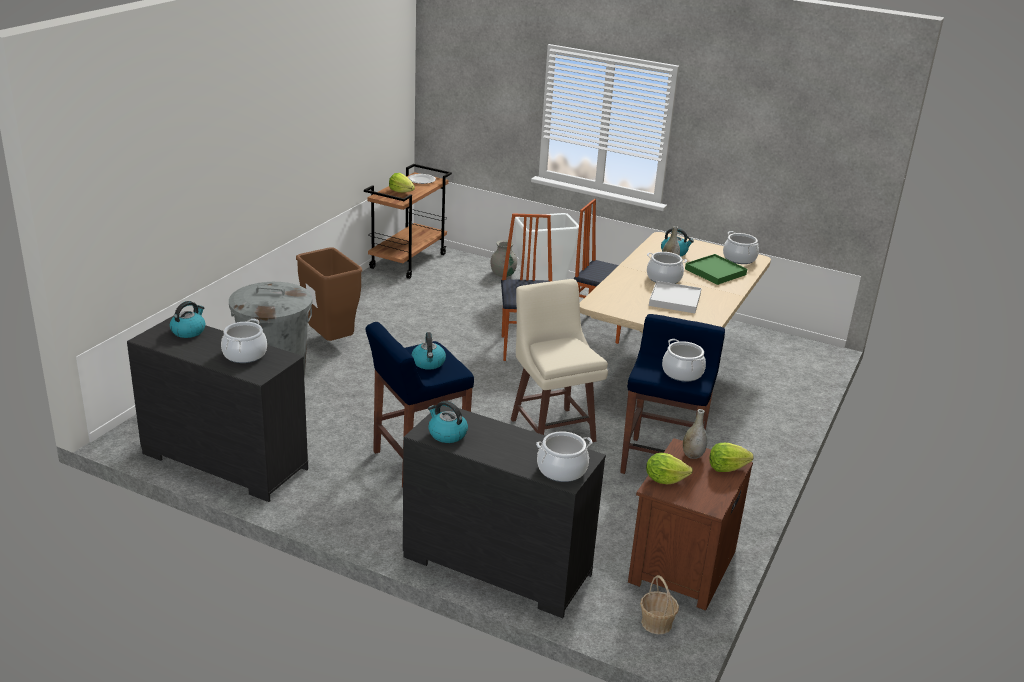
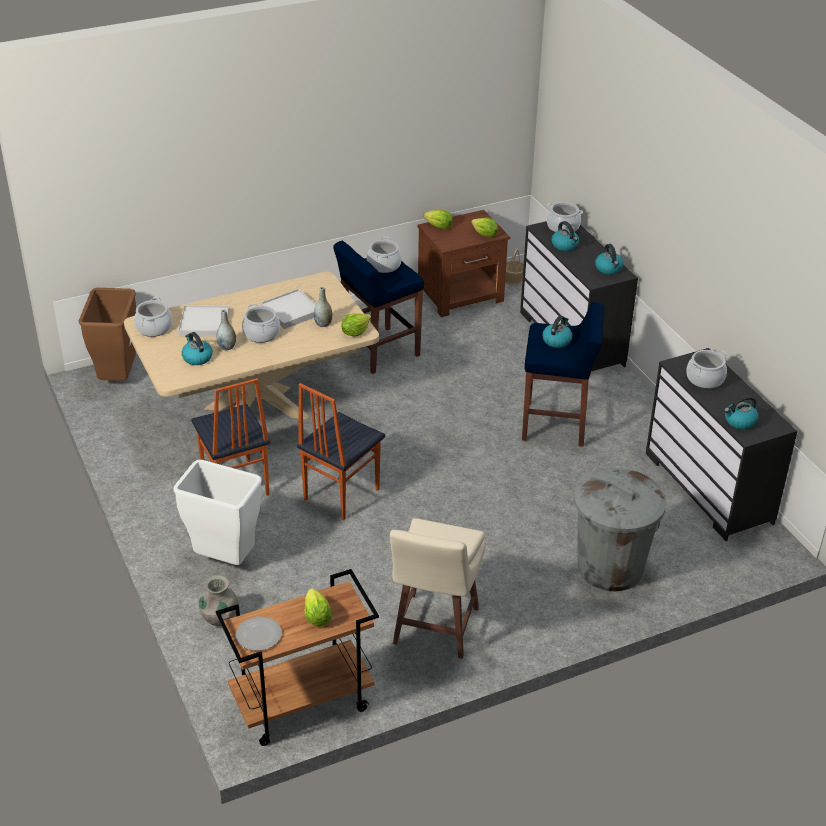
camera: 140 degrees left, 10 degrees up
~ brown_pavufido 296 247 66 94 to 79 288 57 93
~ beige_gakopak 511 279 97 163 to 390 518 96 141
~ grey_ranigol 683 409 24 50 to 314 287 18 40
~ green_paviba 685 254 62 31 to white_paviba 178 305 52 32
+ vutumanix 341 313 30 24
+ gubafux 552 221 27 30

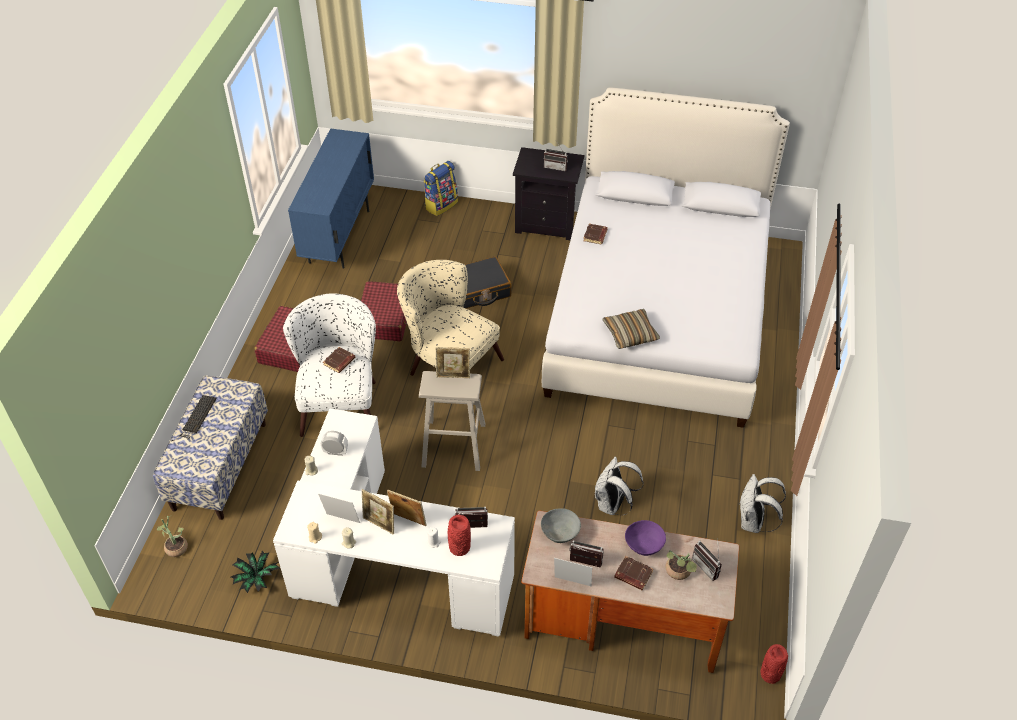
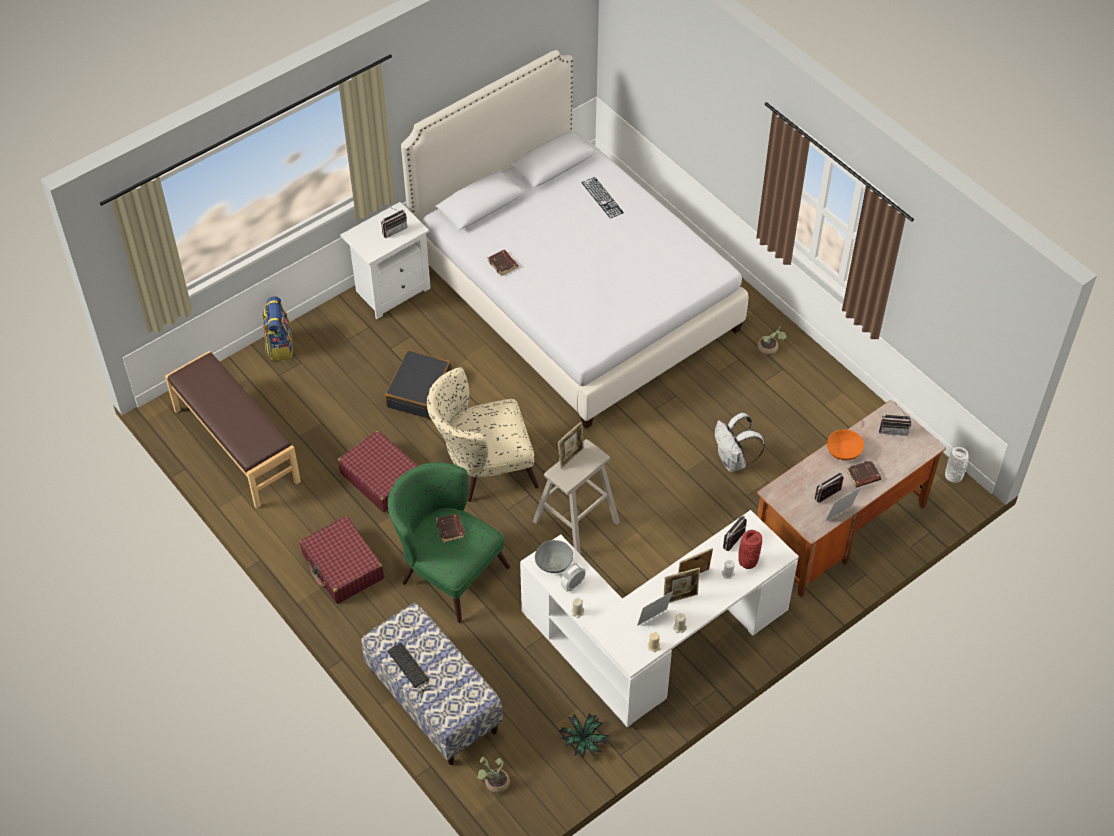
camera: 50 degrees left, 5 degrees up
~ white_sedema 283 293 93 144 to green_sedema 388 462 122 161
~ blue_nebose 288 128 86 141 to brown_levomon 165 351 136 158
~ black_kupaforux 513 147 71 93 to white_kupaforux 340 202 91 117
~ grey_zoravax 541 508 40 35 to 535 540 38 33
- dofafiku 602 309 58 40
~ purple_zoravax 625 520 41 36 to orange_zoravax 827 430 37 30
~ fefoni 666 550 31 30 to 757 327 30 28
- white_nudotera 739 474 47 59
~ red_ranigol 760 644 28 40 to white_ranigol 945 447 24 36
+ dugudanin 581 177 43 42

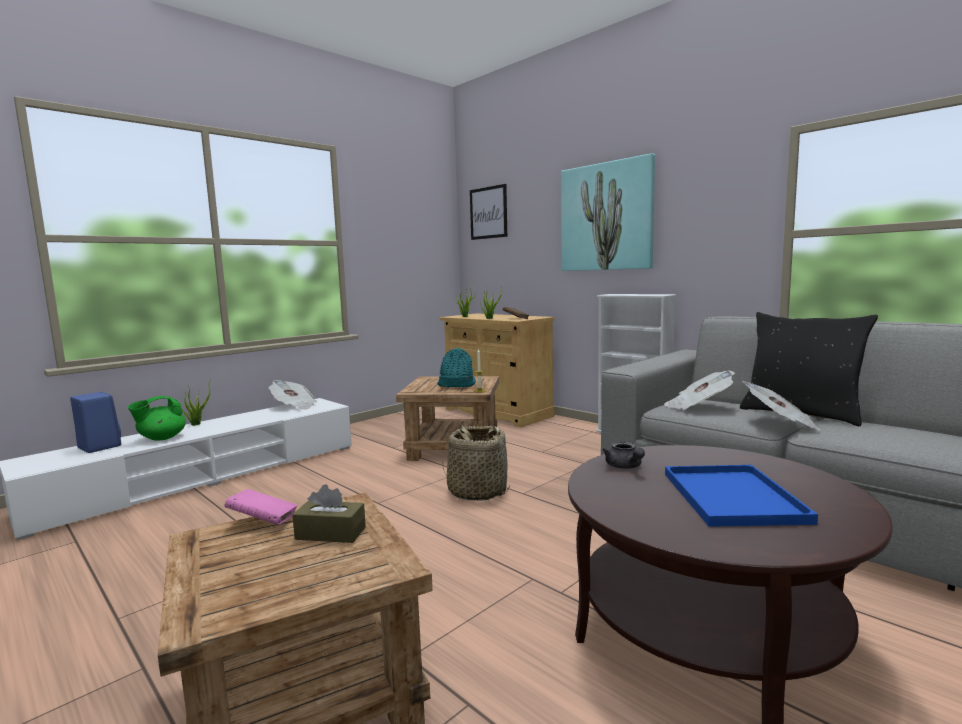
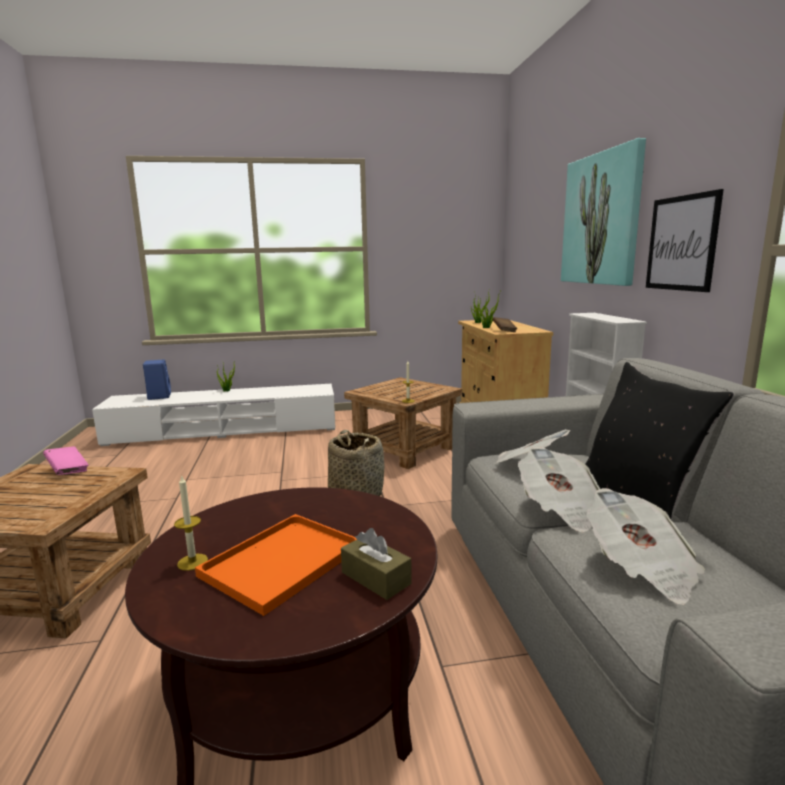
camera: 35 degrees right, 5 degrees up
- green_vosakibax 128 396 58 44
~ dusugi 269 380 48 30 to 587 488 118 117
~ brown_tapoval 292 484 74 59 to 341 528 71 72
- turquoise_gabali 437 348 39 39
~ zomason 470 184 37 56 to 646 189 78 103
- grey_vosakibax 602 442 43 27
~ blue_paviba 665 465 153 62 to orange_paviba 195 514 162 102
+ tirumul 174 475 34 96

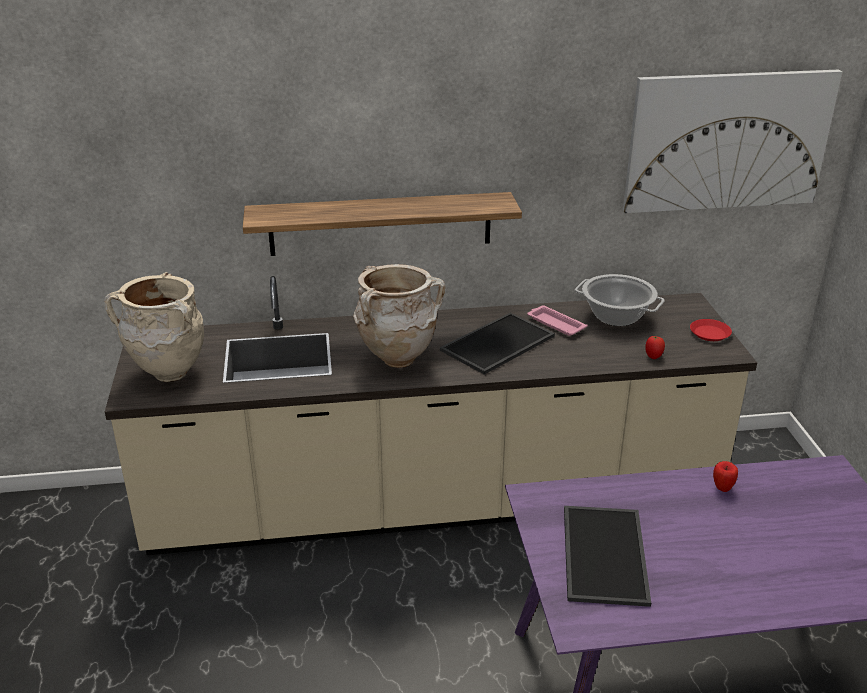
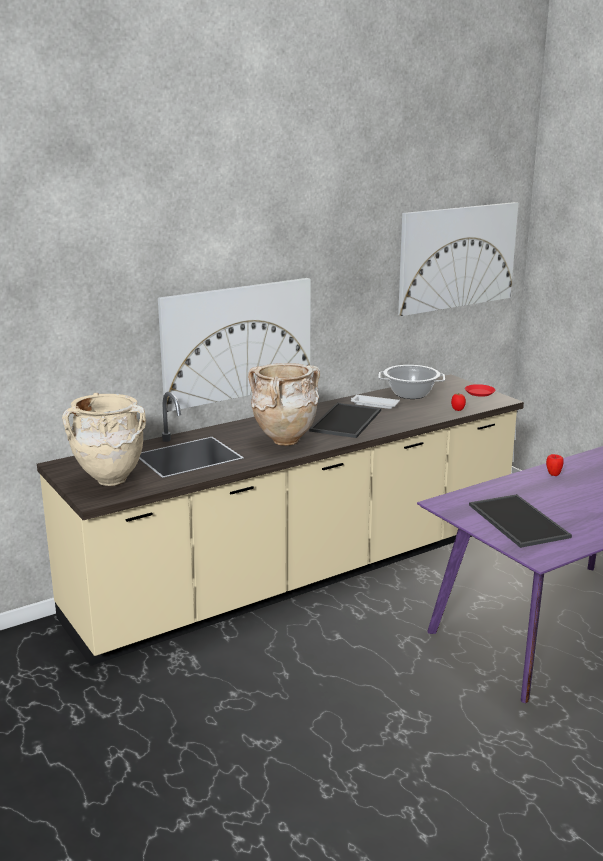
camera: 25 degrees left, 10 degrees down
~ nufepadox 243 192 279 64 to zomason 158 278 153 134
~ pink_paviba 527 305 60 31 to white_paviba 351 395 49 14

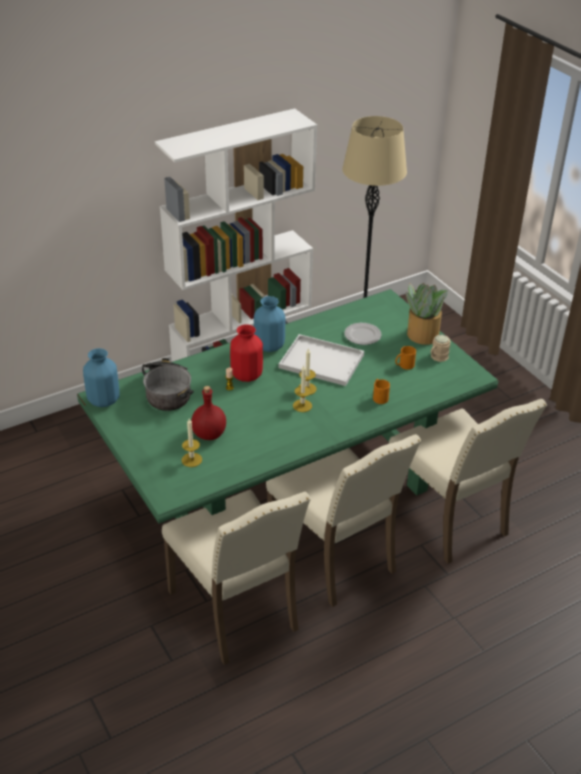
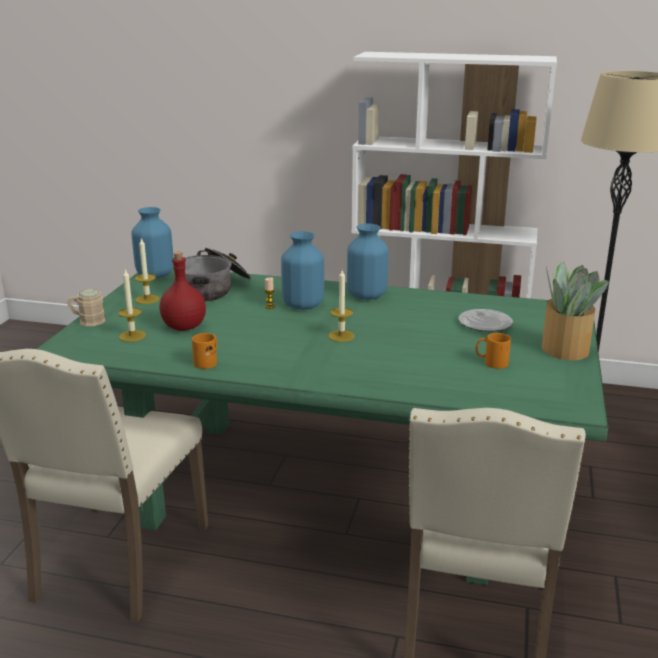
camera: 45 degrees right, 15 degrees down
~ red_ranigol 230 324 33 58 to blue_ranigol 281 231 43 79
- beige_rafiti 266 434 156 173
- white_paviba 279 334 85 52
~ tirumul 293 365 19 47 to 135 238 25 66
~ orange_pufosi 373 379 17 25 to 192 333 25 36
~ beige_pufosi 430 335 20 27 to 67 289 38 37

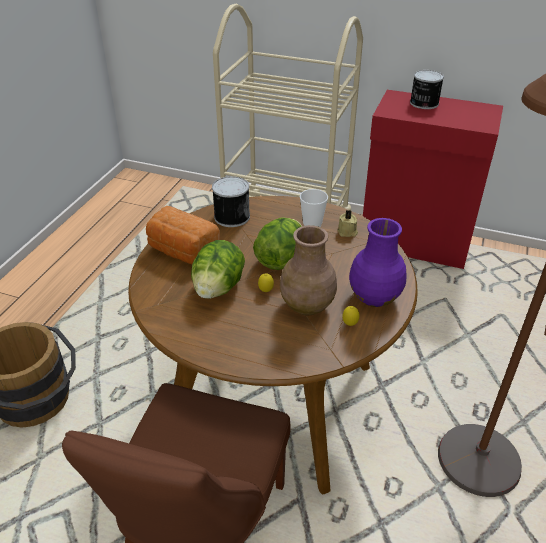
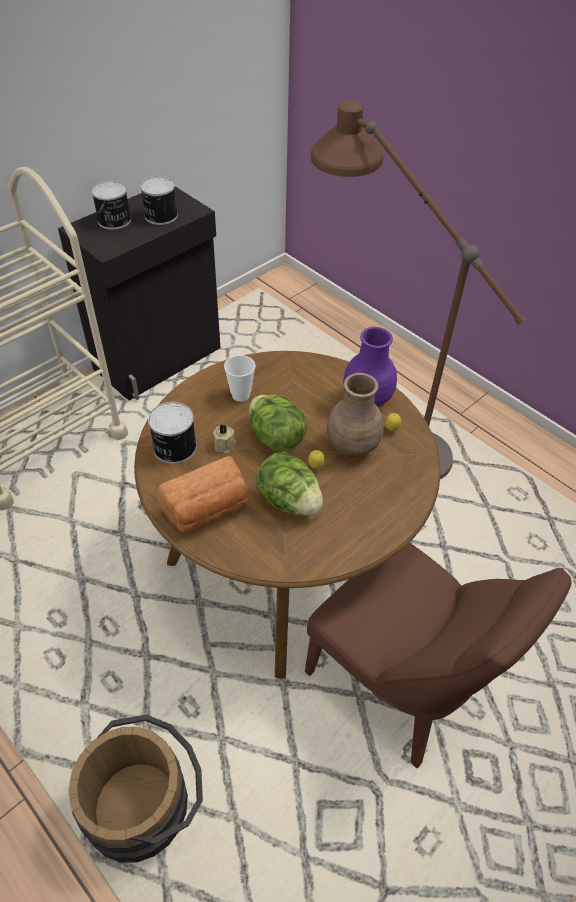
camera: 65 degrees left, 10 degrees up
~ beige_tirumul 337 210 21 27 to 213 424 24 30
~ red_nebose 363 90 140 179 to black_nebose 58 186 162 215
+ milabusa 140 177 38 48

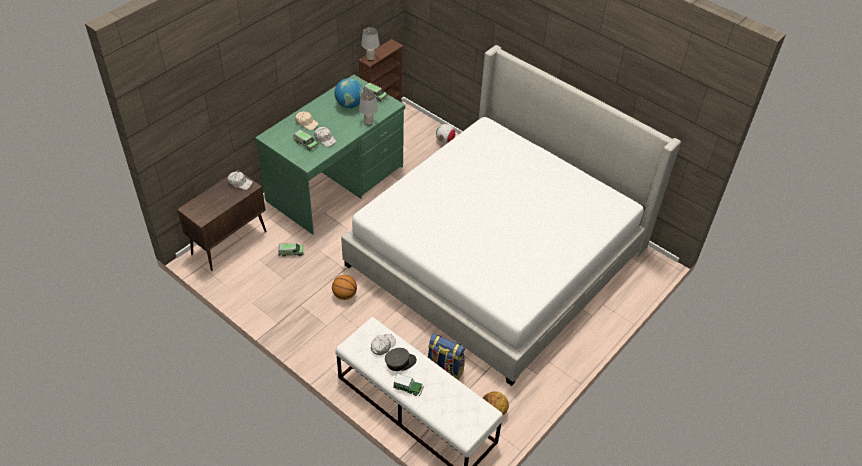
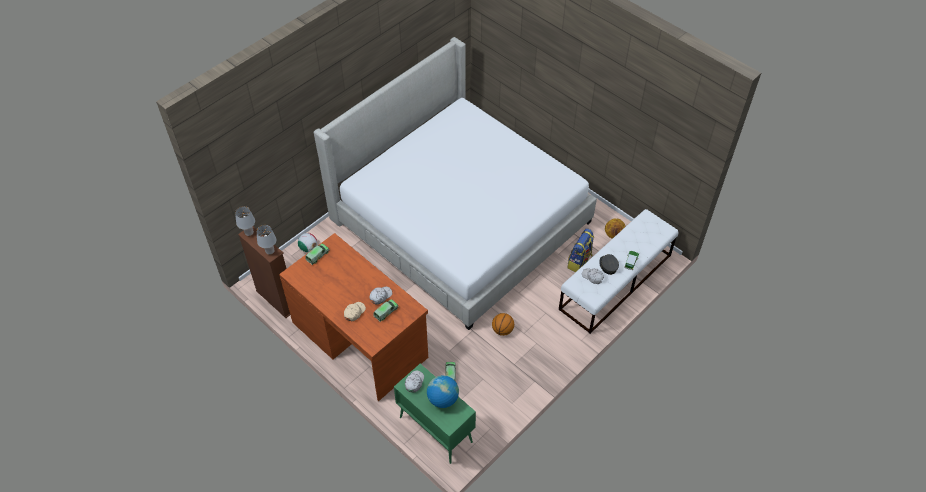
camera: 85 degrees left, 5 degrees up
~ brown_nebose 177 170 90 101 to green_nebose 394 364 82 100
~ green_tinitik 255 75 150 160 to brown_tinitik 279 233 149 168
~ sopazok 334 78 30 30 to 427 375 32 33
~ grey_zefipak 359 91 19 34 to 235 206 20 30

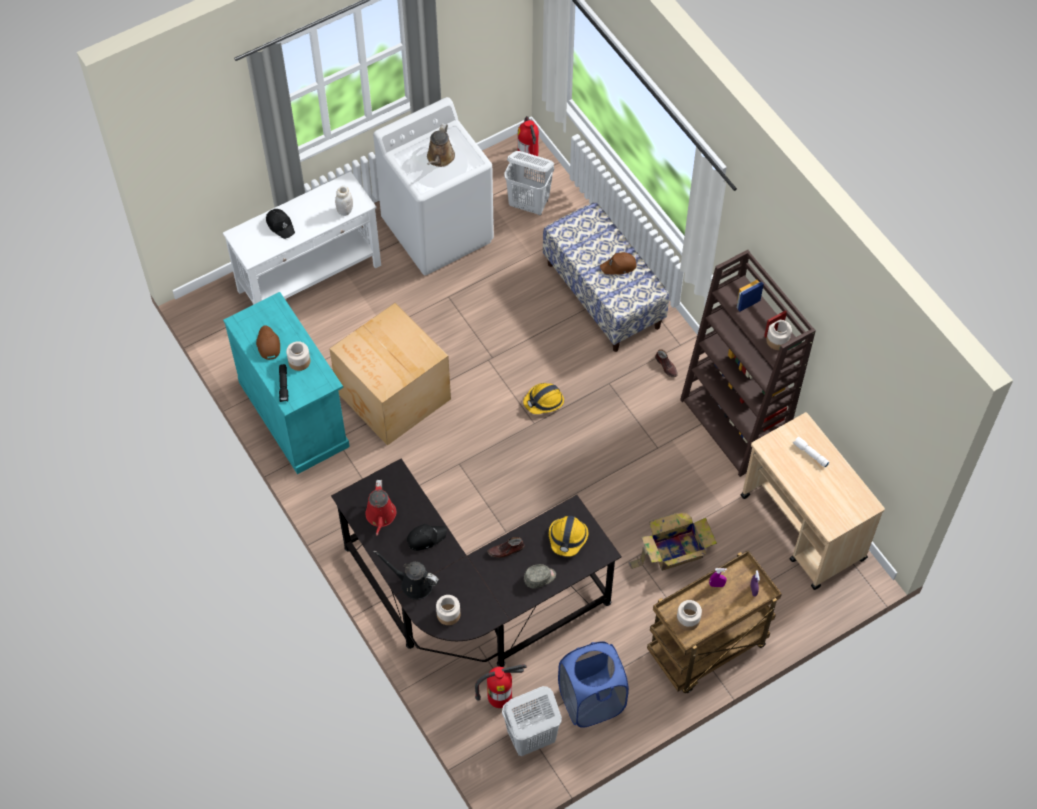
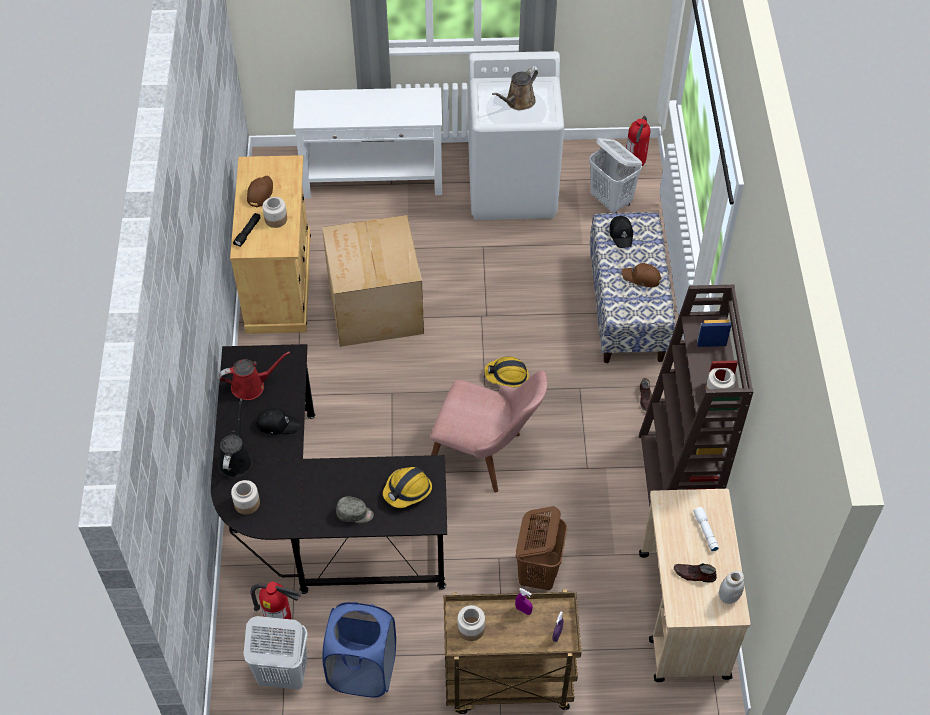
camera: 30 degrees right, 5 degrees down
~ turquoise_nebose 223 292 127 182 to beige_nebose 230 155 81 179
~ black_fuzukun 266 209 29 30 to 610 216 23 32
~ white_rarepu 335 186 18 30 to 719 571 25 33
~ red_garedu 365 480 31 56 = 219 351 71 49 135 degrees counterclockwise
~ black_garedu 373 550 66 50 = 218 399 35 79 45 degrees clockwise
~ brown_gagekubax 488 537 36 21 to 674 563 43 20
~ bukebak 628 512 89 59 to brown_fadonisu 516 506 51 84
+ pink_rafiti 430 370 118 122

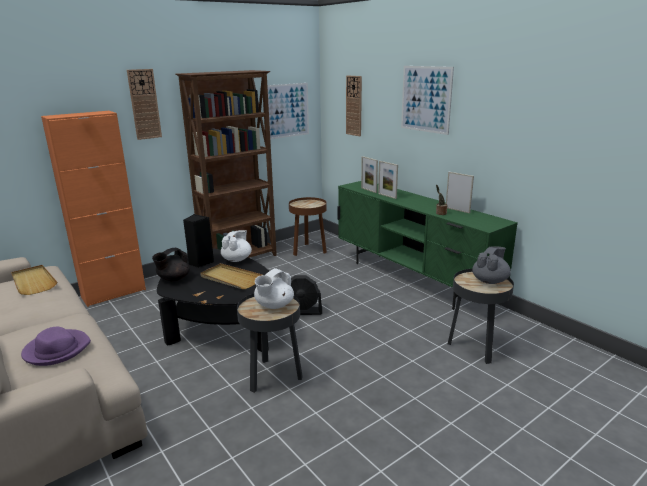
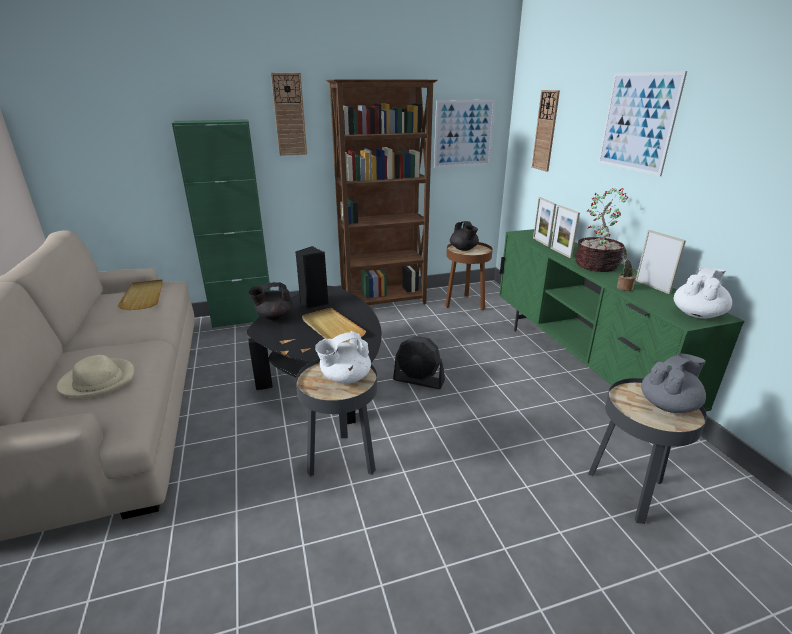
camera: 20 degrees right, 5 degrees up
~ purple_gabali 21 327 70 39 to beige_gabali 57 355 77 44
~ orange_nebose 41 111 105 196 to green_nebose 172 119 99 209
~ white_vosakibax 221 230 31 32 to 674 268 58 51
+ black_vosakibax 450 221 29 30
+ fefoni 575 188 53 84

